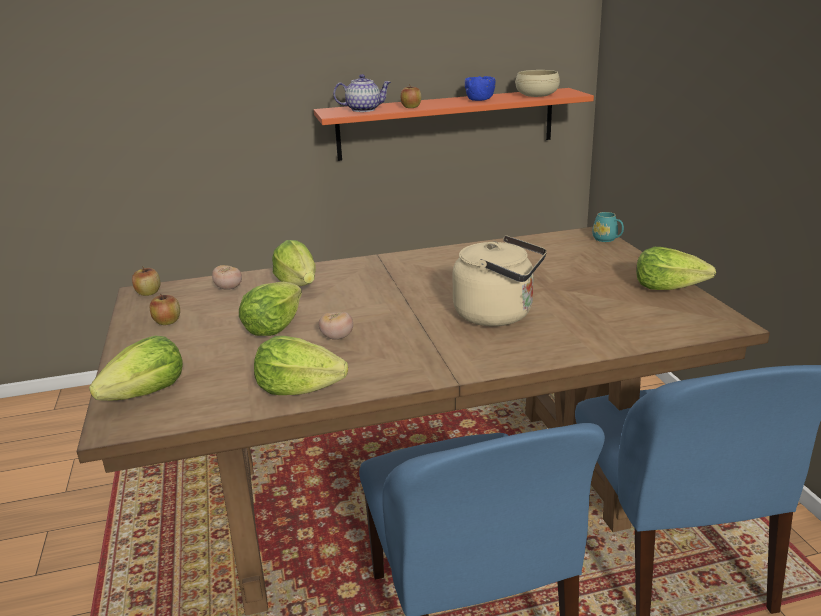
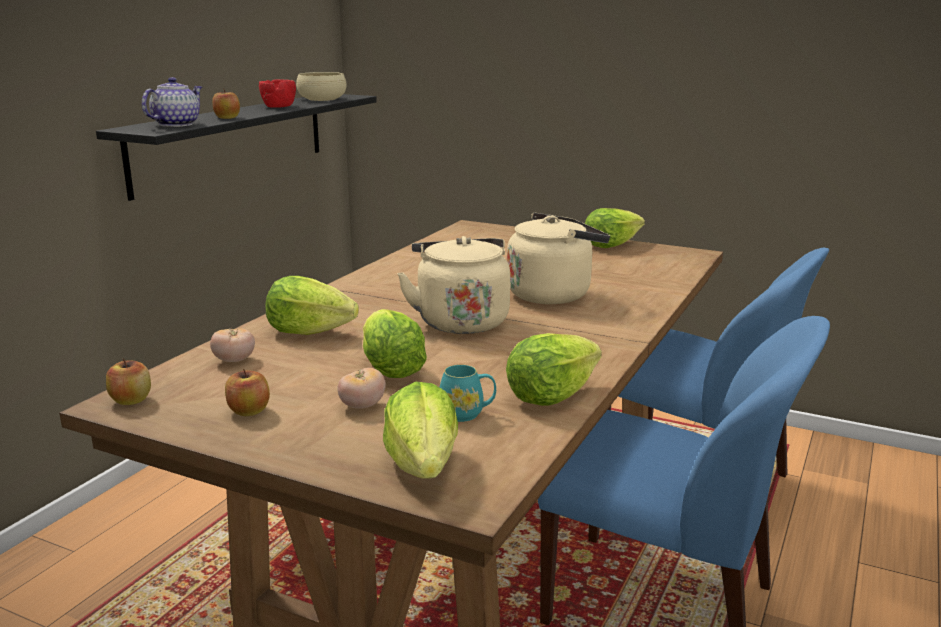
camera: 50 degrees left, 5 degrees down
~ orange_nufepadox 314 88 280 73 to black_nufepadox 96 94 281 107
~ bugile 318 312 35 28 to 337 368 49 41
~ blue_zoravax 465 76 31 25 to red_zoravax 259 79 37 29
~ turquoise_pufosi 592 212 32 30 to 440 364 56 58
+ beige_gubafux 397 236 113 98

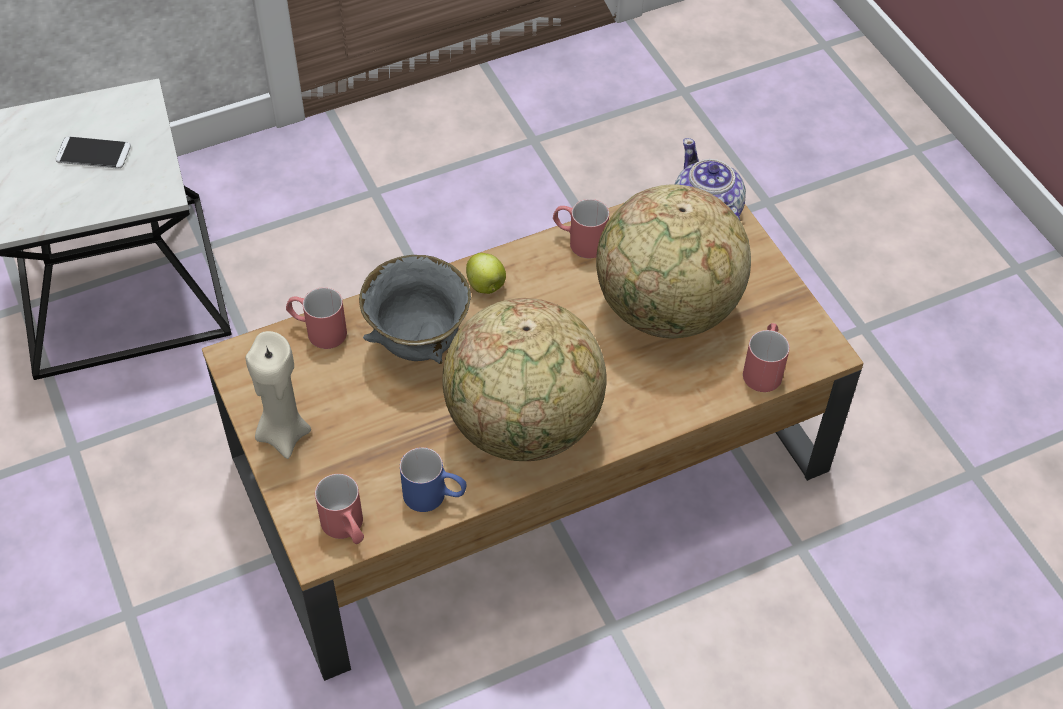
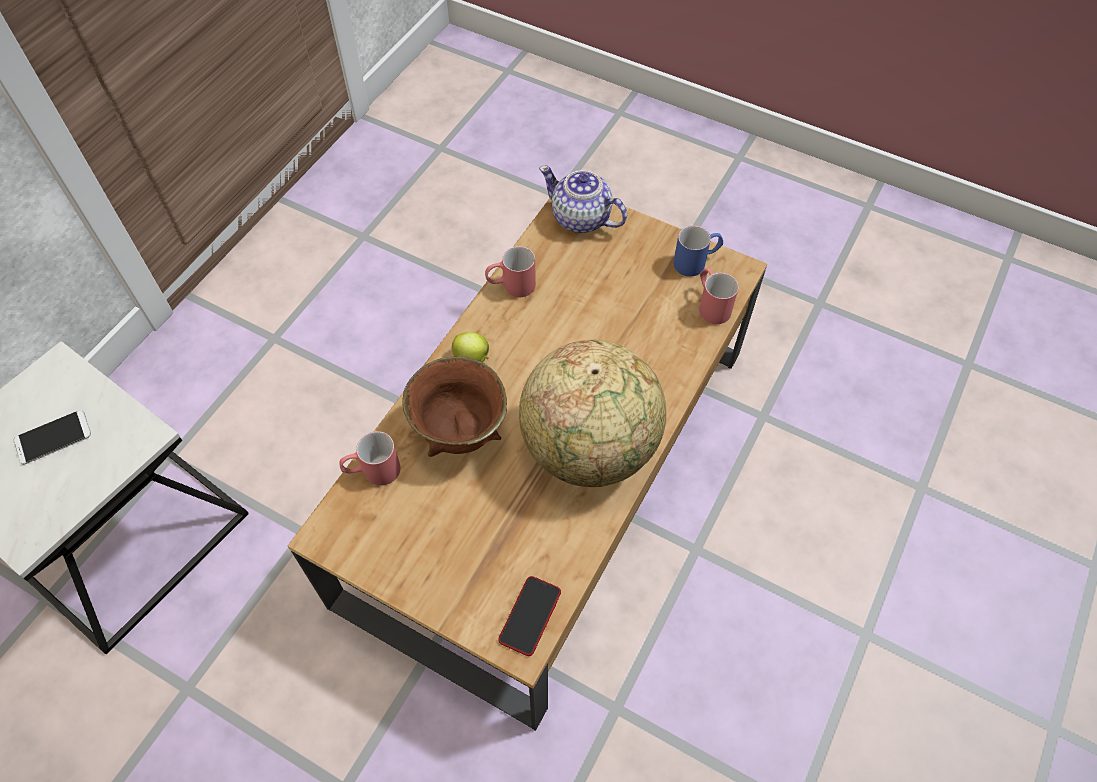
camera: 35 degrees left, 5 degrees up
- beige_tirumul 246 331 65 128
~ red_pufosi 315 474 49 70 to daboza 498 576 63 80
~ grey_zoravax 359 255 112 109 to brown_zoravax 402 356 105 101
~ blue_pufosi 400 447 67 65 to 673 226 50 50
- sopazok 596 184 155 155

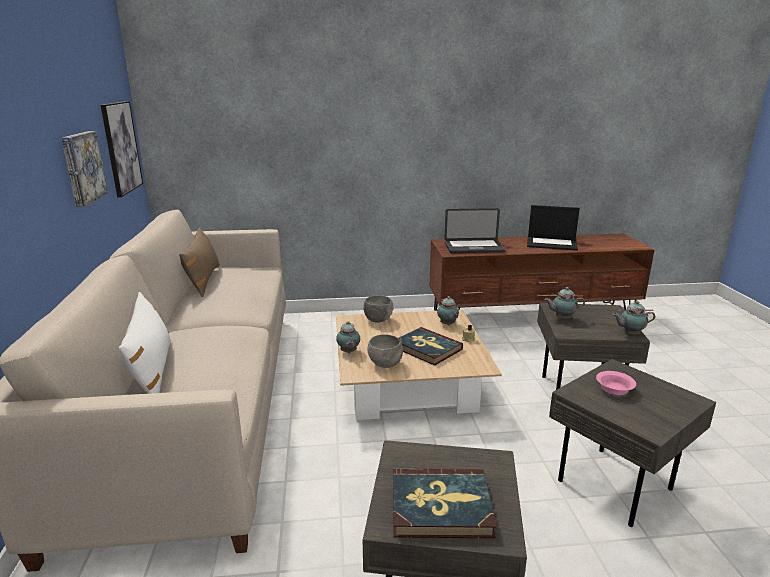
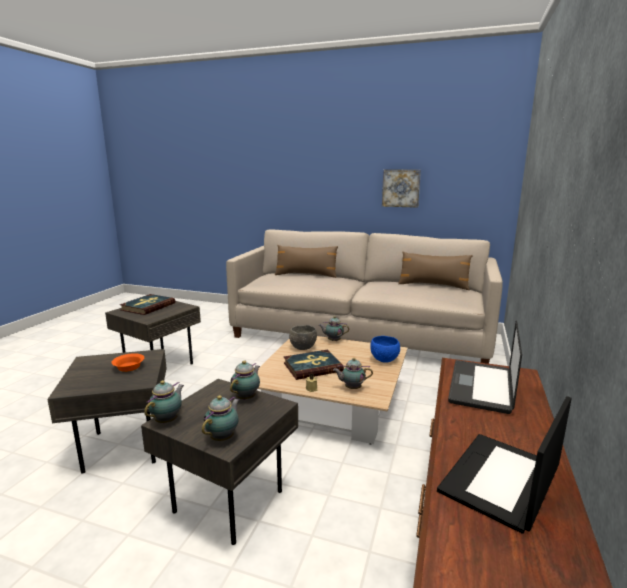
camera: 115 degrees right, 5 degrees down
- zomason 101 101 42 96
~ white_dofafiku 119 292 52 102 to brown_dofafiku 275 245 63 33
~ grey_zoravax 363 295 30 28 to blue_zoravax 370 336 30 27
~ pink_zoravax 596 371 40 24 to orange_zoravax 111 353 33 19
+ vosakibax 202 395 37 46

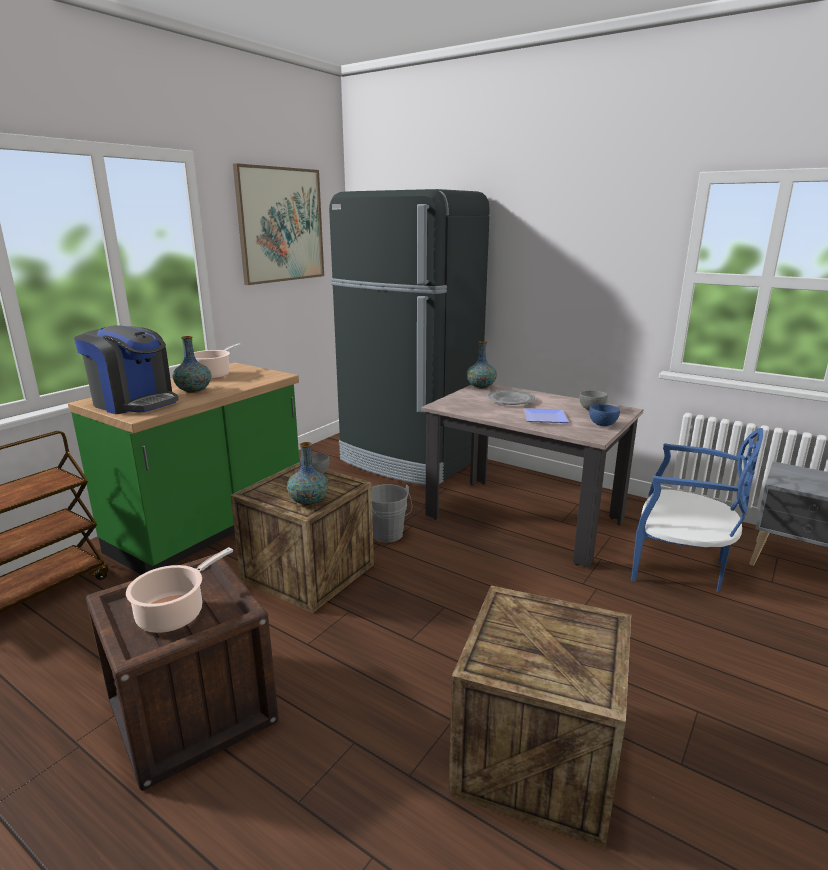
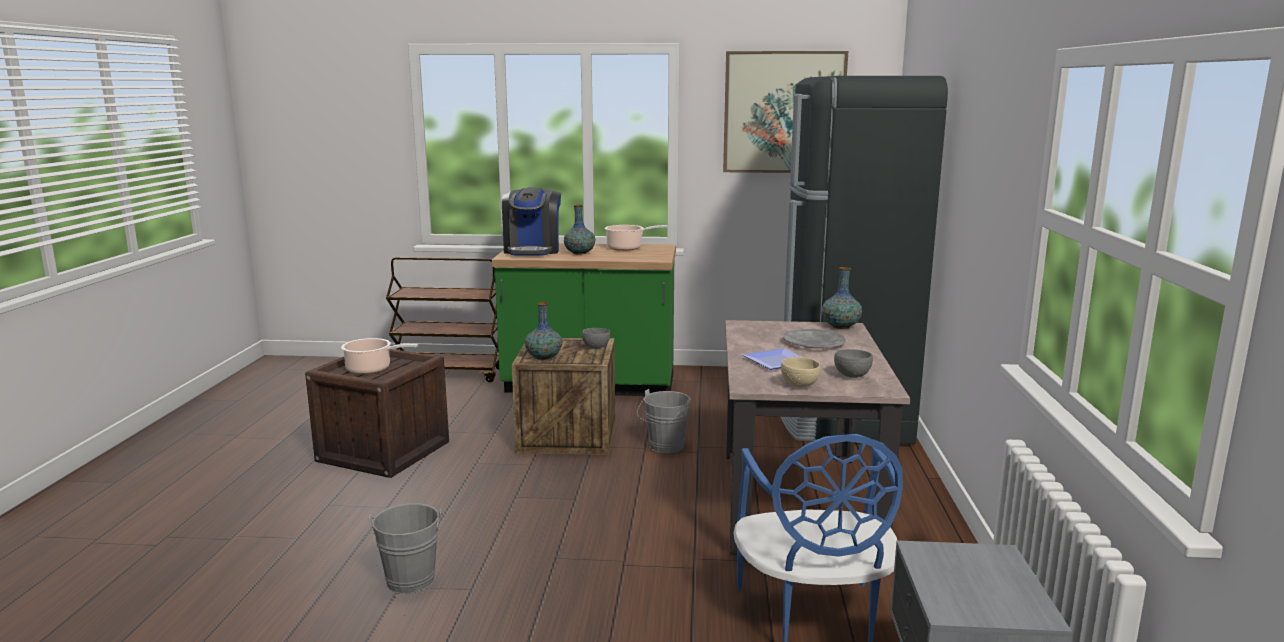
camera: 60 degrees right, 5 degrees down
~ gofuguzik 448 586 183 262 to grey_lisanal 369 503 73 91
~ blue_zoravax 589 404 31 22 to beige_zoravax 781 357 39 30

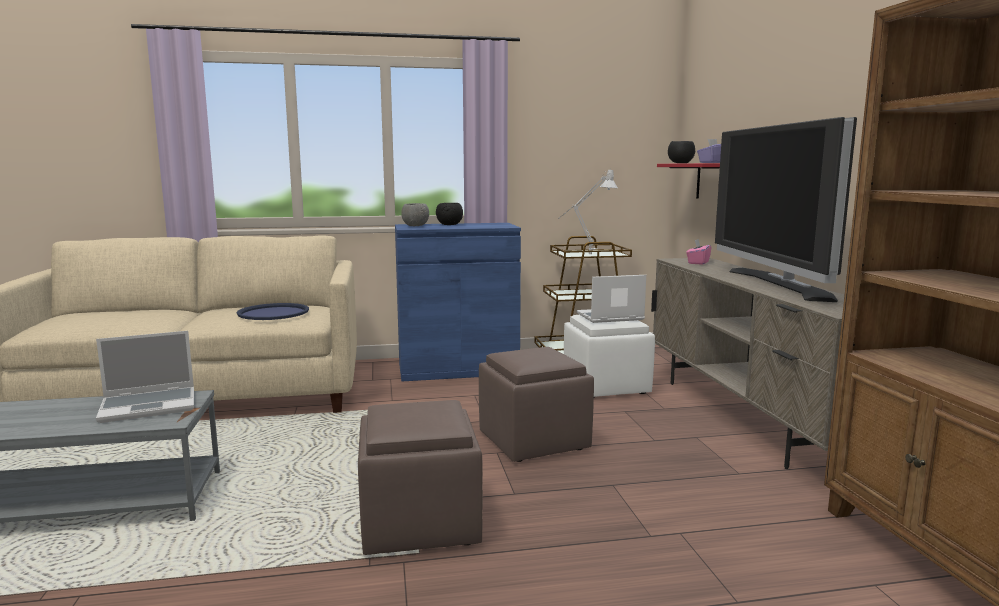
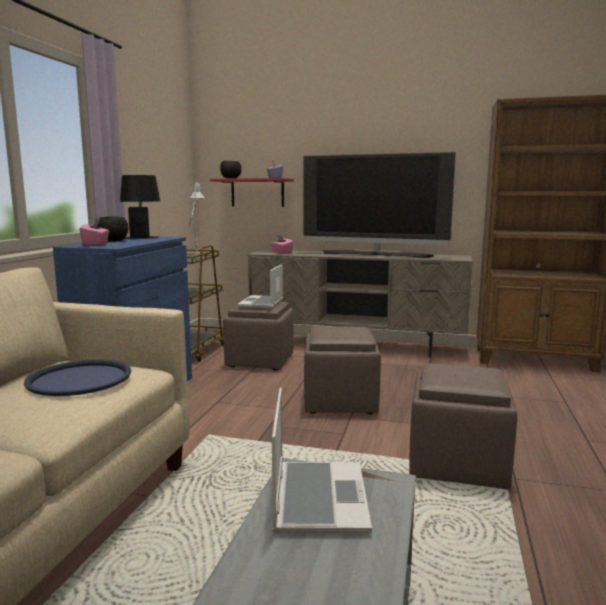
camera: 65 degrees left, 0 degrees up
~ grey_zoravax 401 203 28 23 to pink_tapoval 80 218 29 28
~ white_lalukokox 564 315 91 82 to brown_lalukokox 223 302 71 68
+ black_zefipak 120 175 40 64

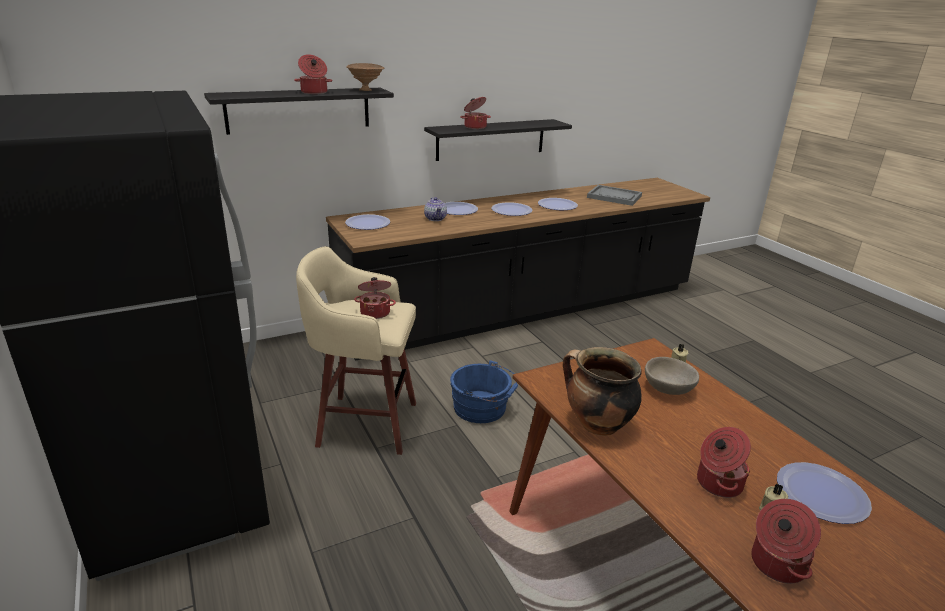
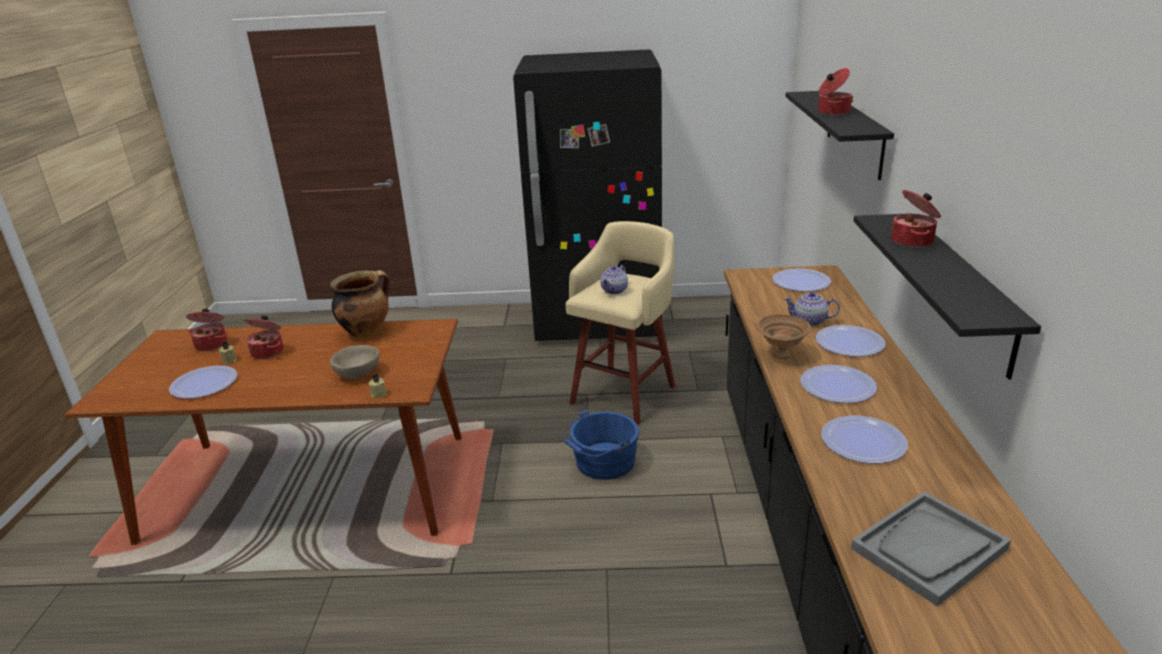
camera: 120 degrees right, 0 degrees up
~ brown_zoravax 346 63 38 28 to 757 314 54 45
~ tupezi 354 277 42 42 to vosakibax 601 265 27 29

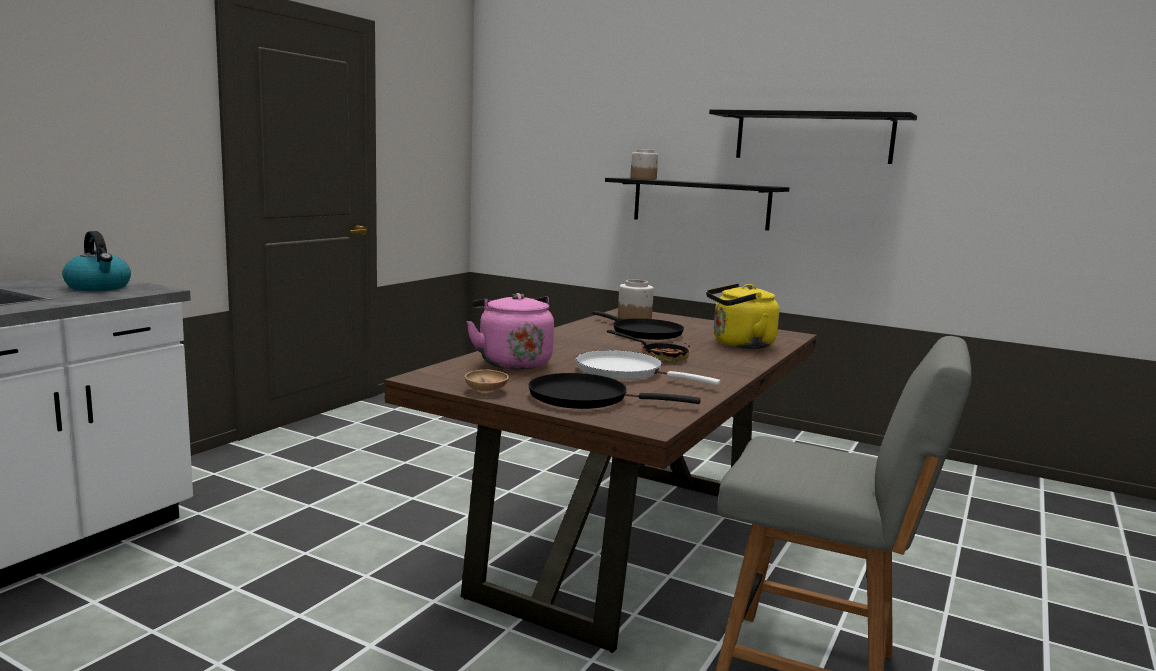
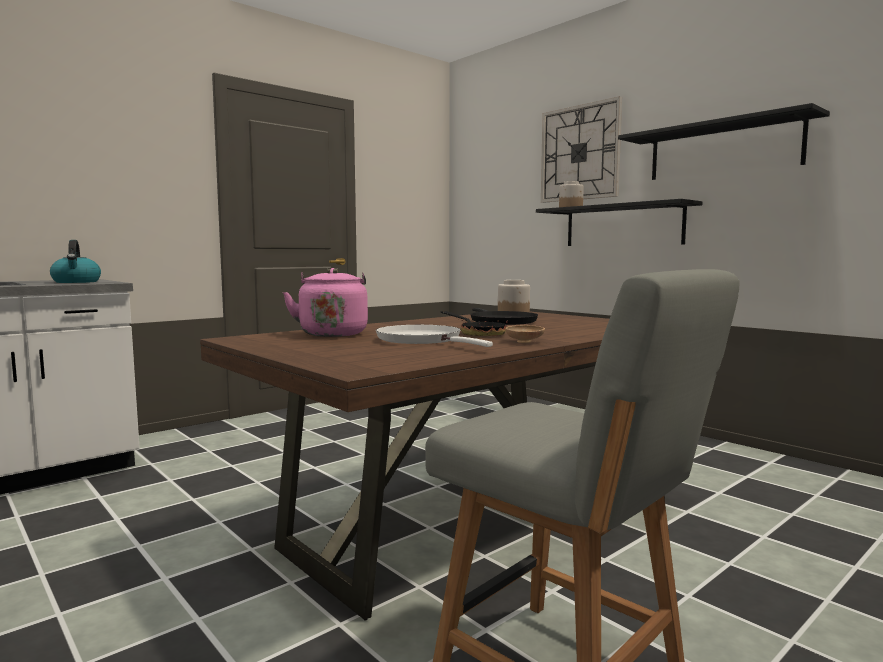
camera: 20 degrees right, 5 degrees down
~ brown_zoravax 465 370 44 24 to 506 325 39 18
- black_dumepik 528 373 173 36
- yellow_gubafux 706 284 73 65
+ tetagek 541 96 81 107

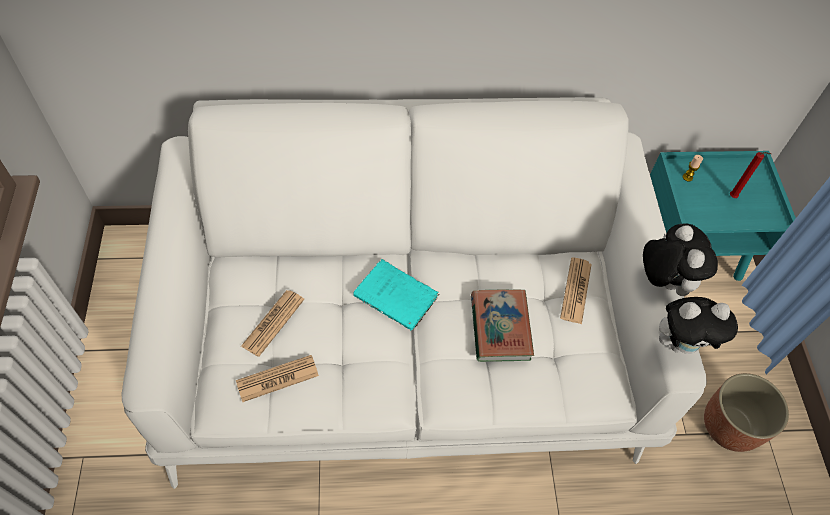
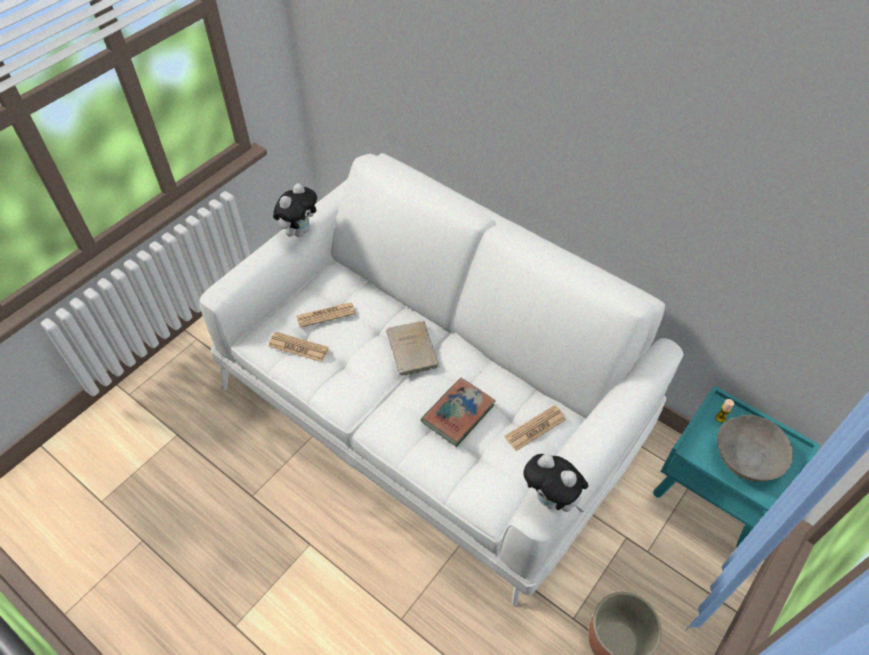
camera: 45 degrees right, 5 degrees down
~ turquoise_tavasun 353 259 87 71 to beige_tavasun 386 321 54 55
~ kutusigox 643 223 75 73 to 273 183 44 54
~ red_tirumul 730 152 41 46 to grey_zoravax 717 415 76 67

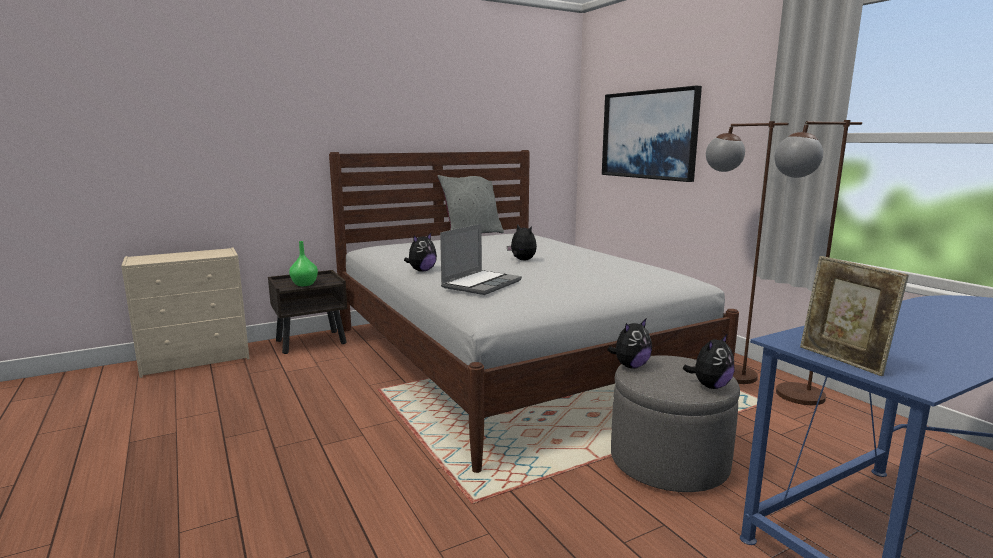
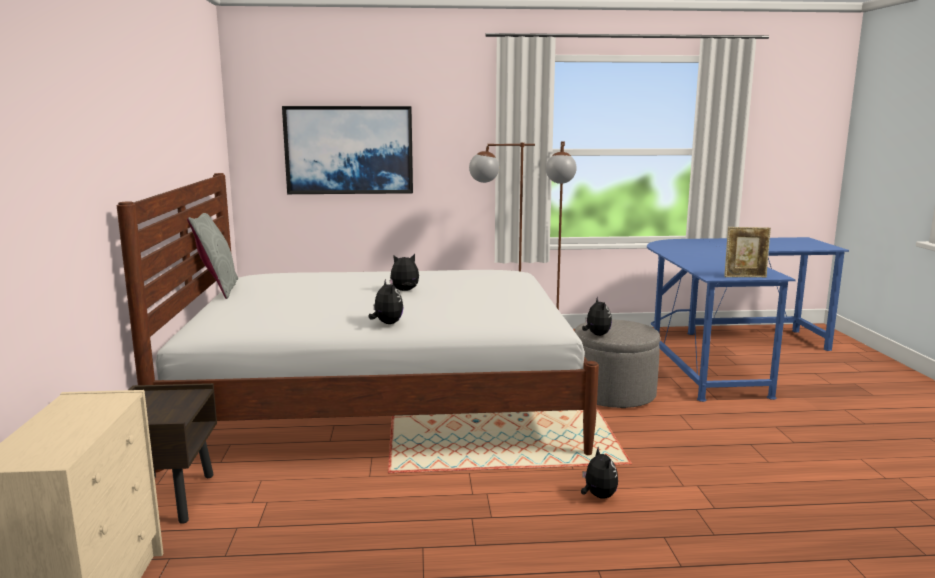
camera: 65 degrees left, 0 degrees up
- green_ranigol 289 241 29 45
- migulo 440 224 82 71
~ kutusigox 683 333 51 56 to 581 447 37 52

